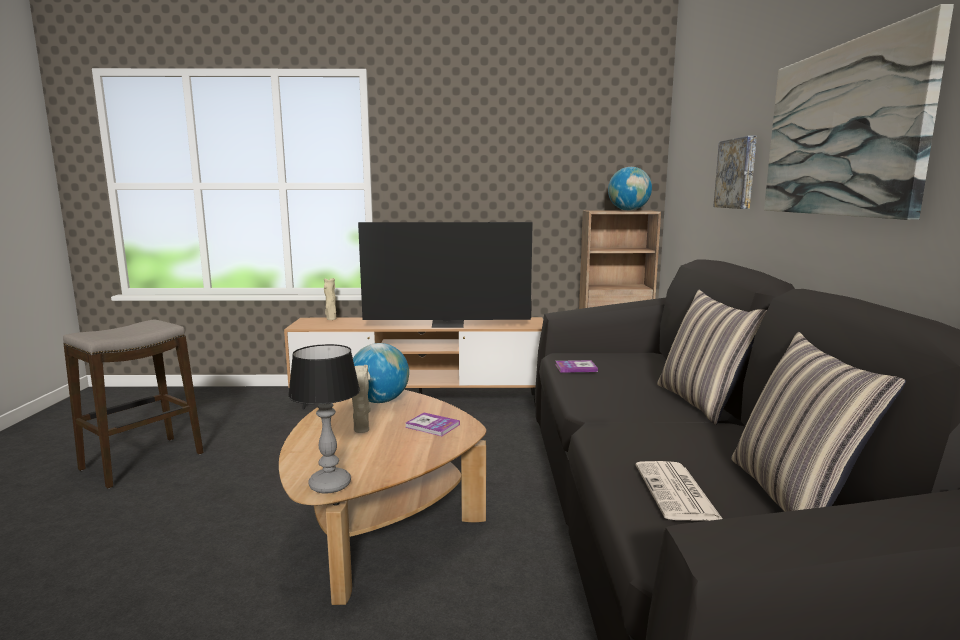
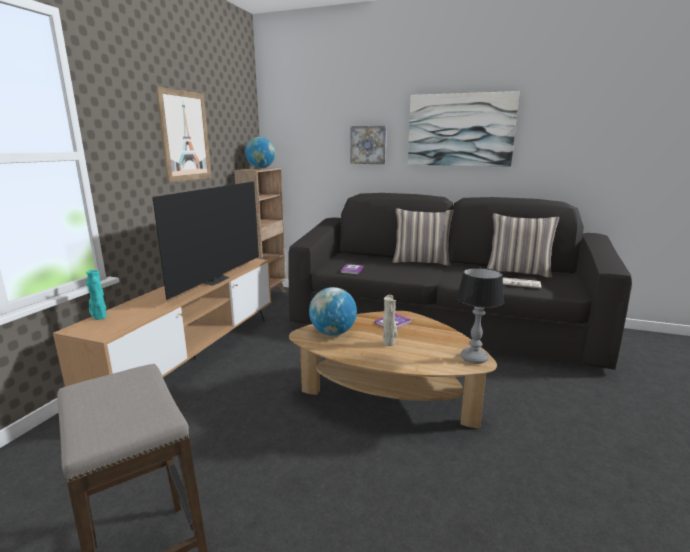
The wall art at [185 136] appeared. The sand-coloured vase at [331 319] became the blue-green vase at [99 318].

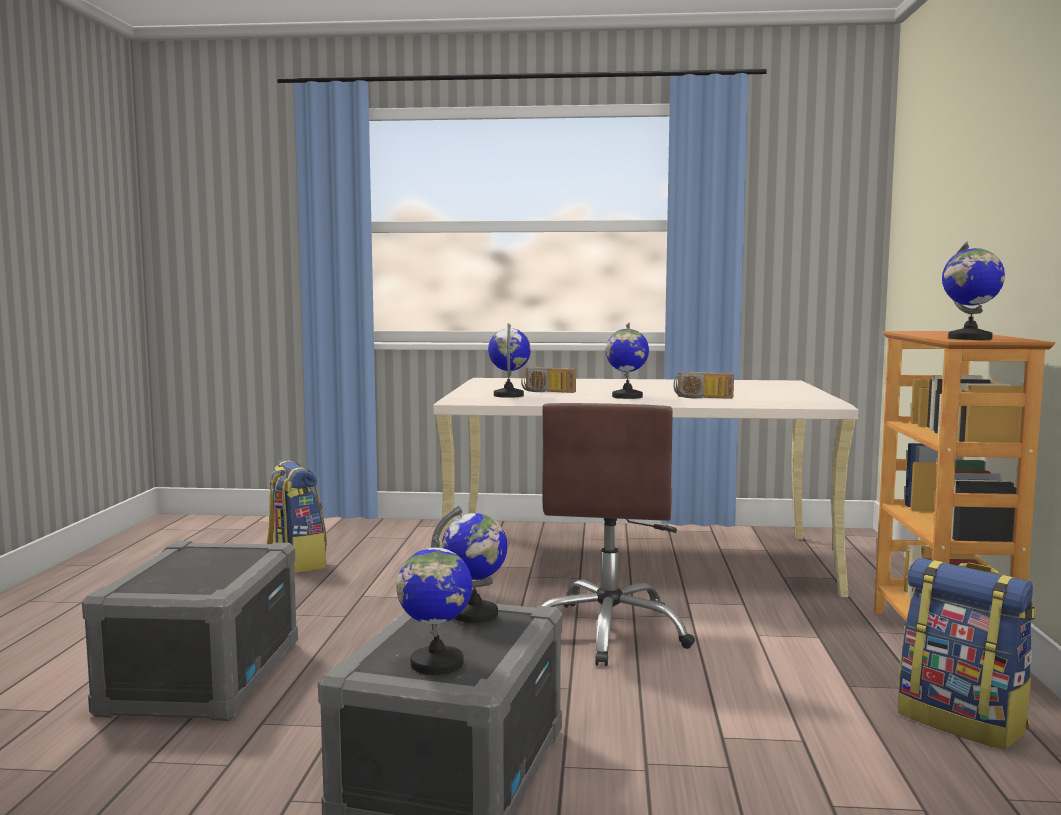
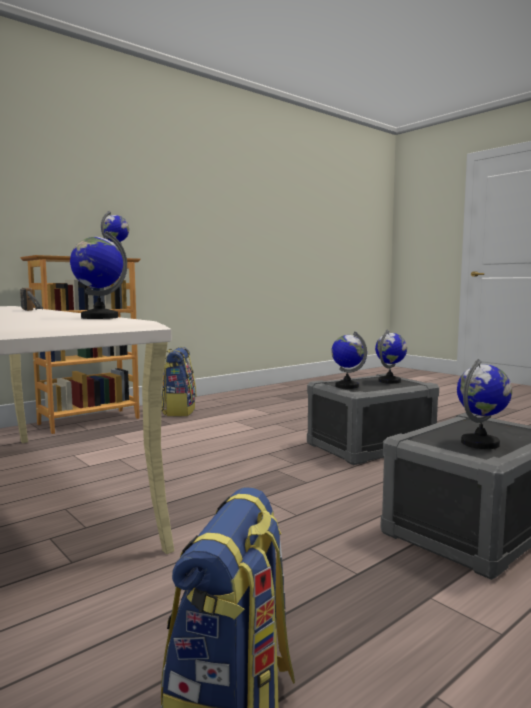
The radio at [547 391] disappeared. The brown-coloured computer chair at [609 632] disappeared. The globe moved from [627 396] to [480 443].

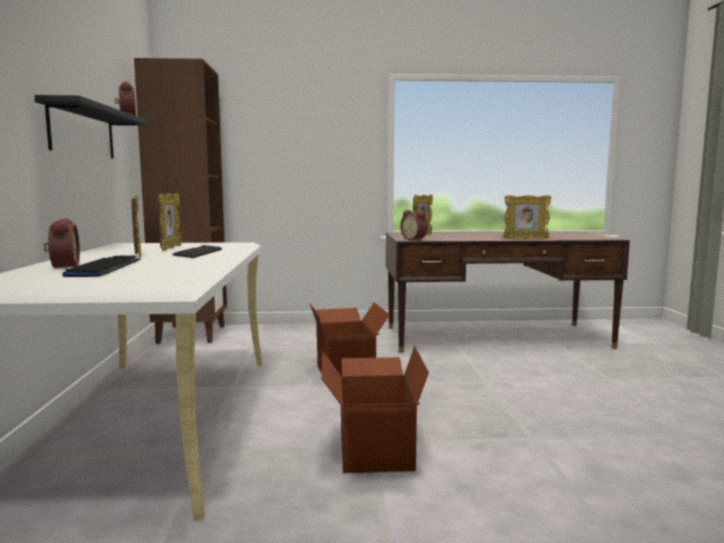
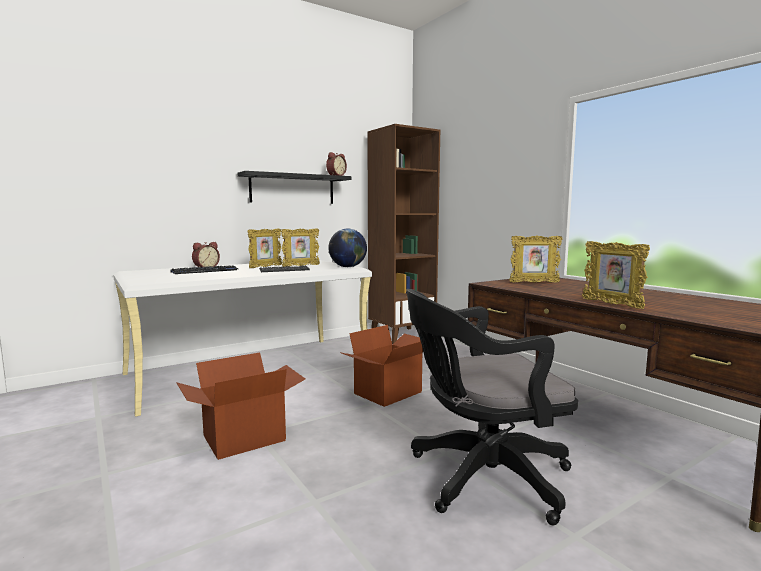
The table clock at [415 239] disappeared. The globe at [348 267] appeared. The blackish computer chair at [482 477] appeared.

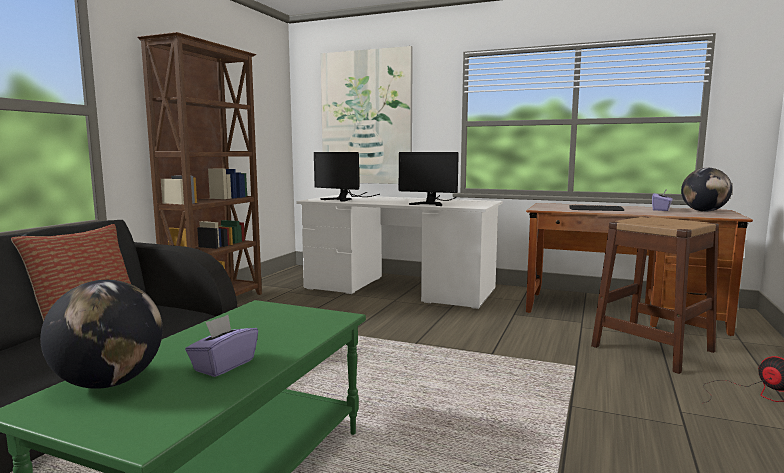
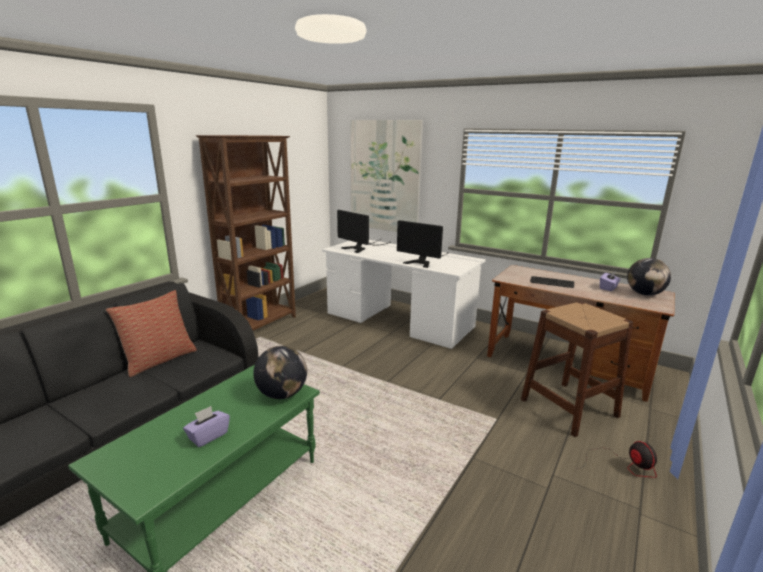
The globe moved from [109 383] to [282 394].

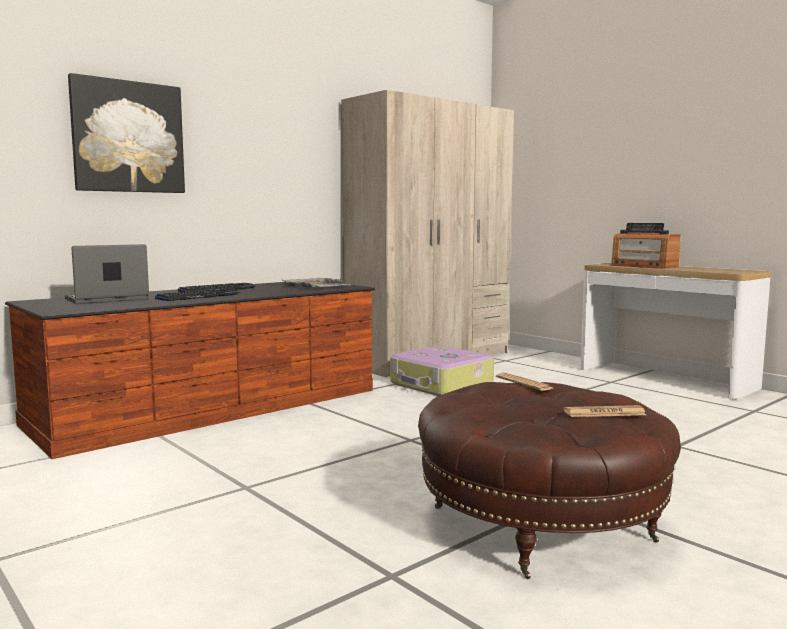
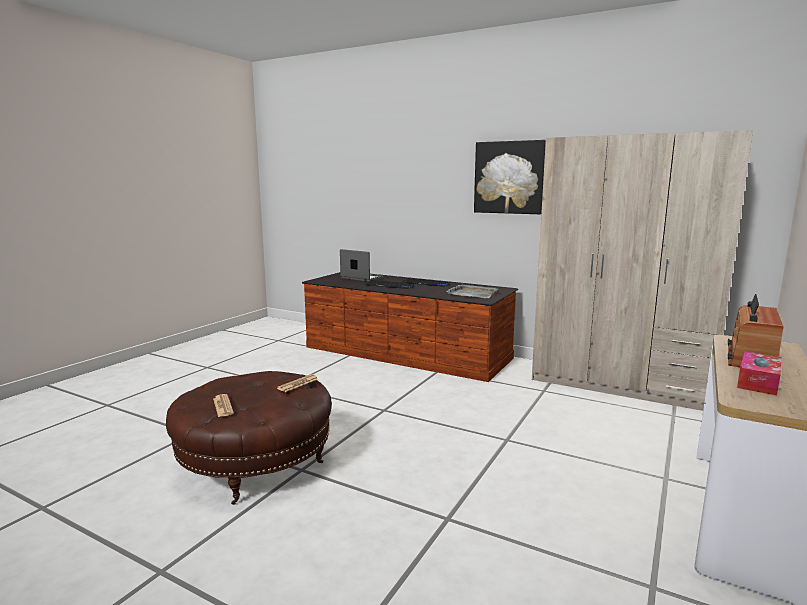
The travel case at [441 384] disappeared. The box of tissues at [758 382] appeared. The wall art moved from [128 137] to [509 177].

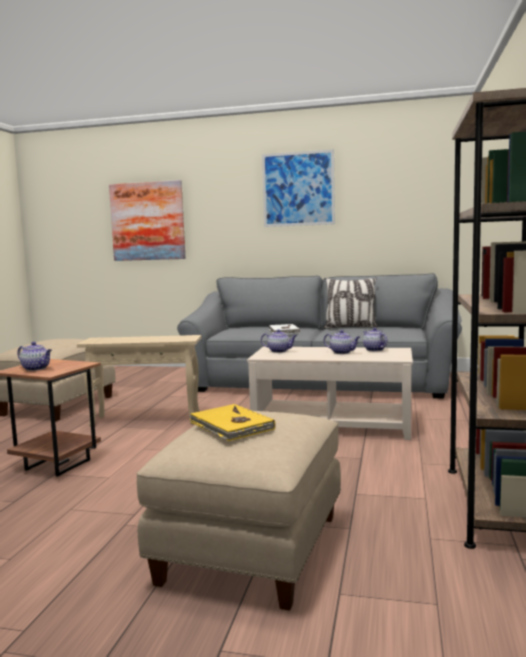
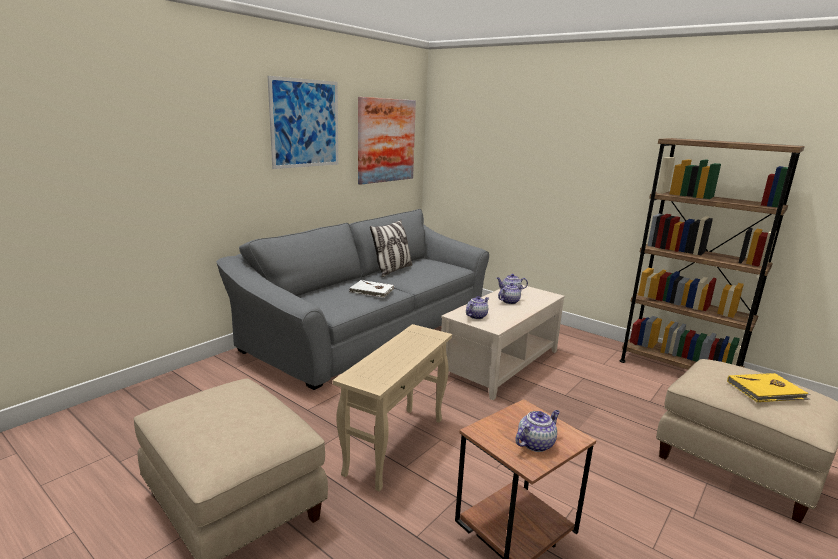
The wall art moved from [147 221] to [386 140].

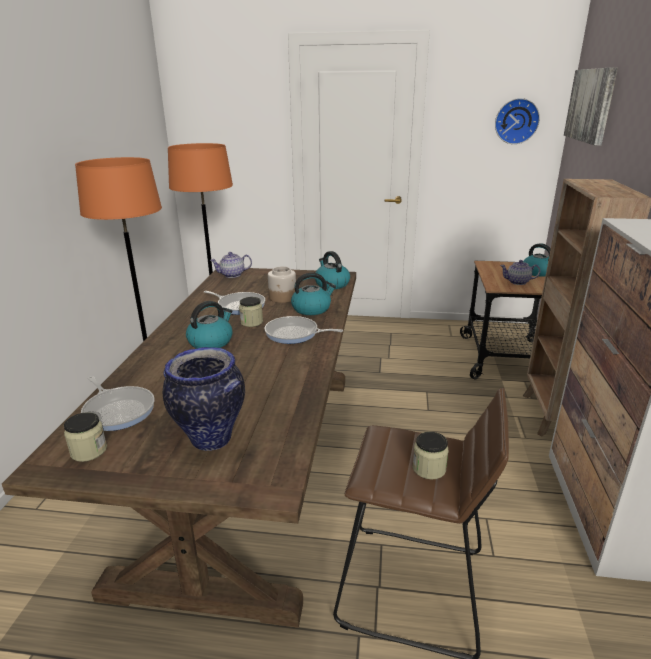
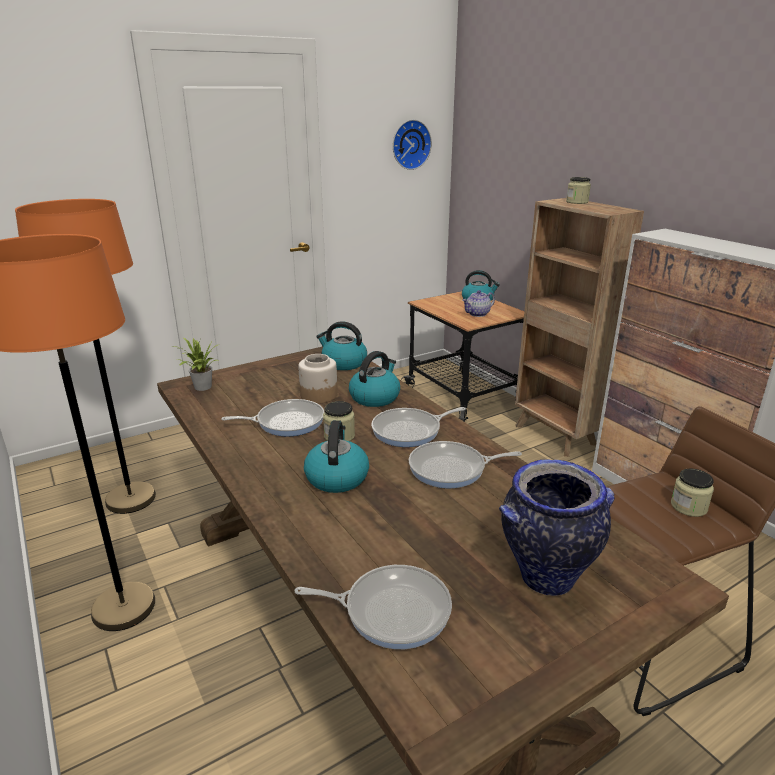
The wall art at [591 105] disappeared. The skillet at [451 469] appeared. The preserve jar moved from [89 451] to [577 202]. The pot for tea at [232 275] was replaced by the plant in a pot at [201 388].

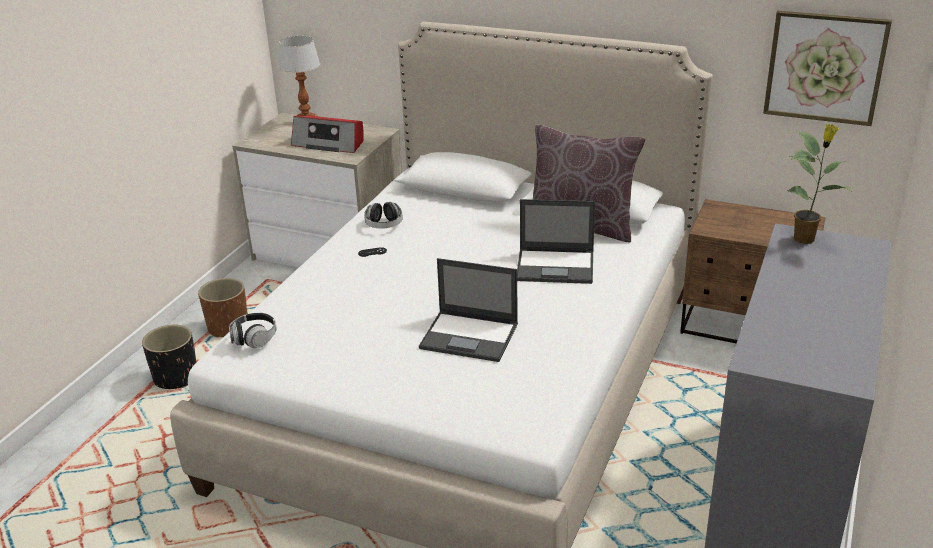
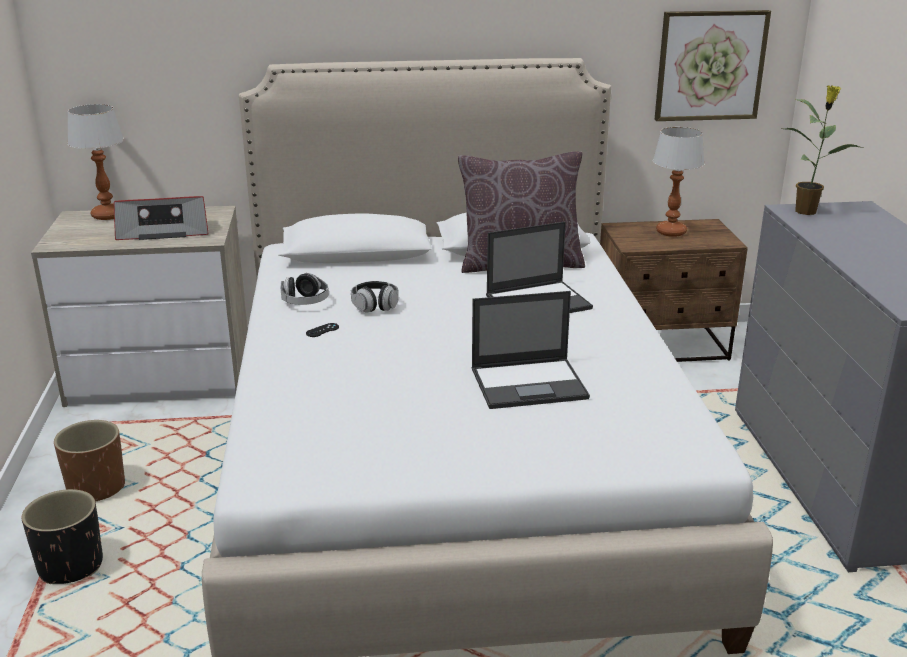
The tabletop lamp at [670 232] appeared. The pair of headphones moved from [254 338] to [375 305].

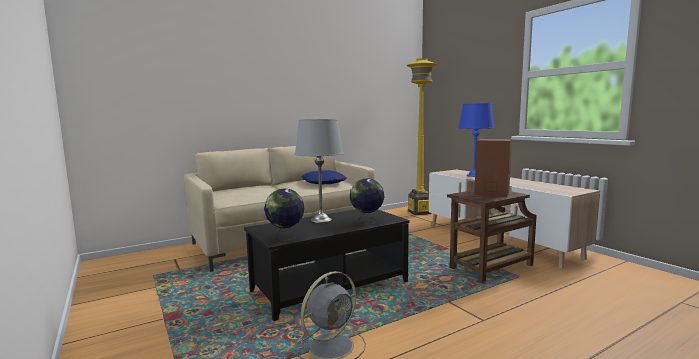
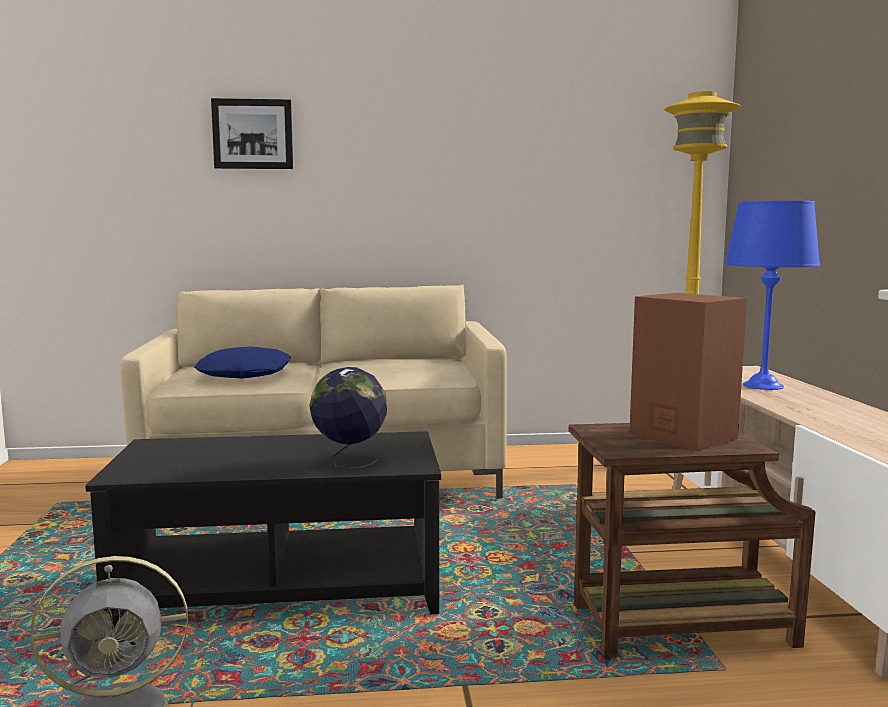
The globe at [285 237] disappeared. The gray tabletop lamp at [321 219] disappeared. The wall art at [253 134] appeared. The blue pillow moved from [324 182] to [246 374].

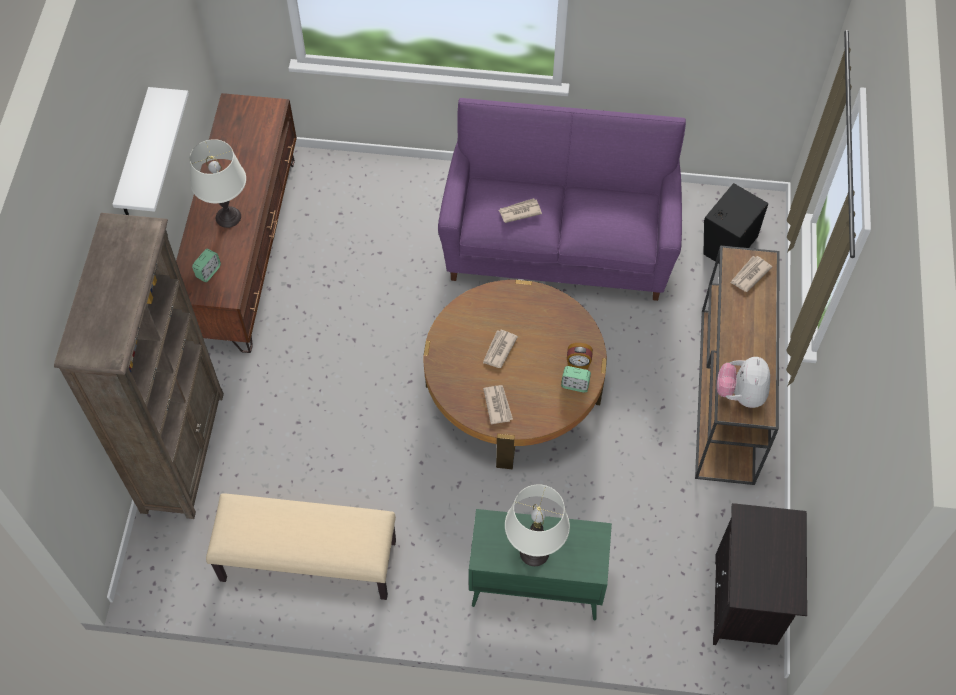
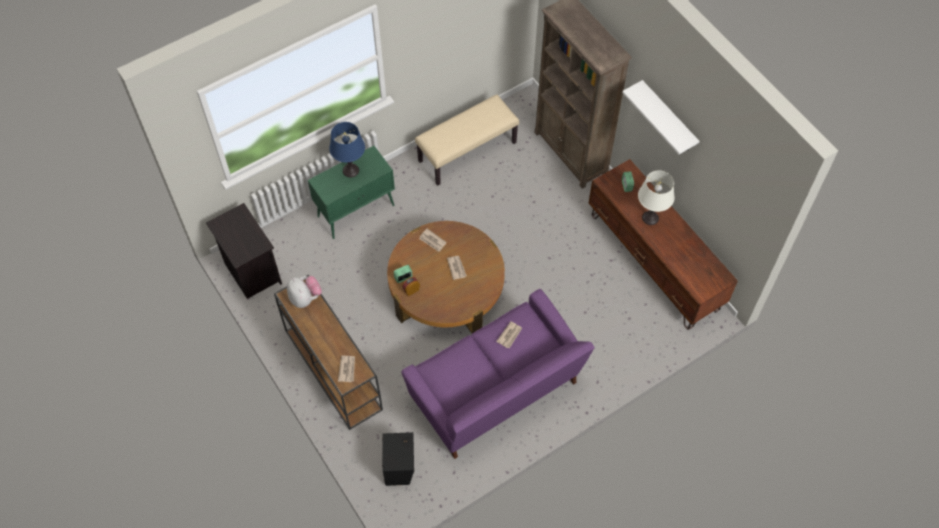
The white tabletop lamp at [534 552] became the blue tabletop lamp at [351 170].

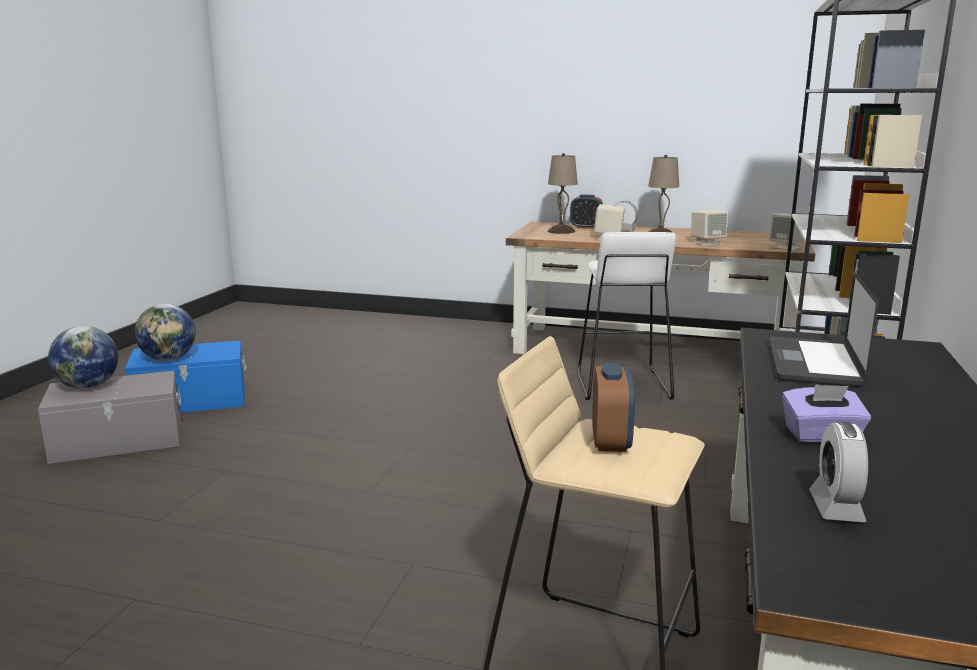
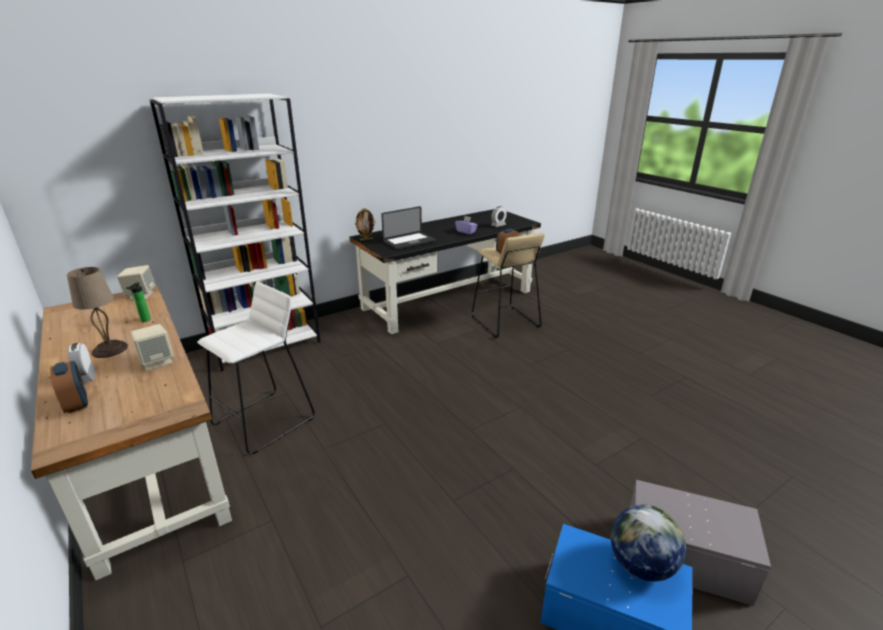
The globe at [88 387] disappeared. The sand-coloured tabletop lamp at [561 231] disappeared. The standing frame at [366 240] appeared. The sand-coloured audio speaker at [707 243] was replaced by the bottle at [144 320].

